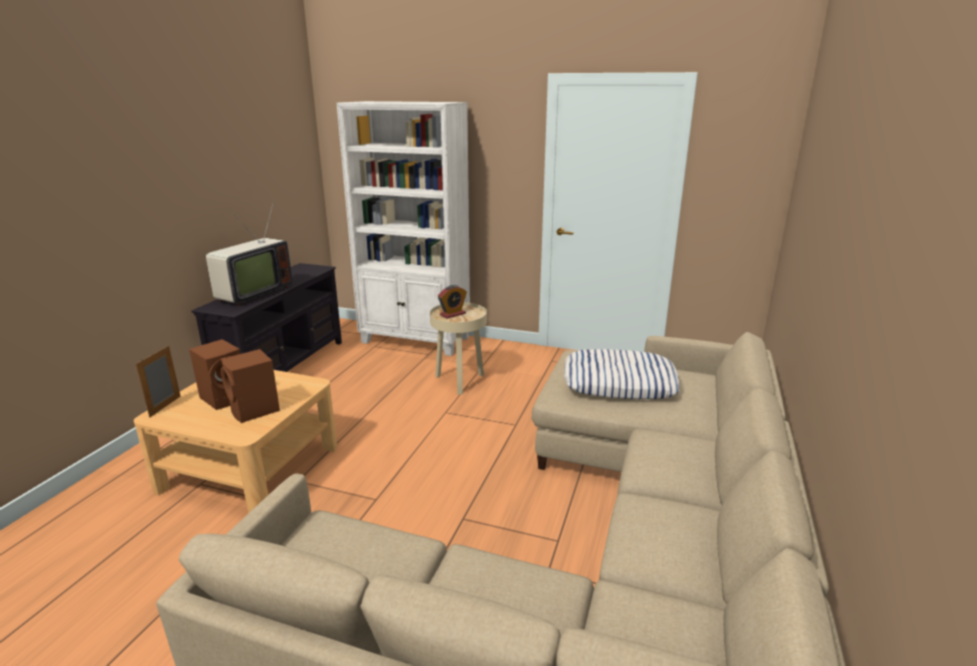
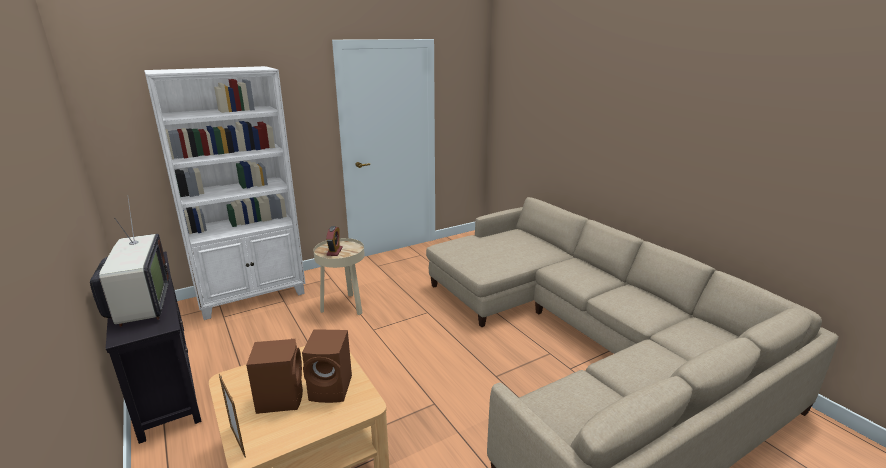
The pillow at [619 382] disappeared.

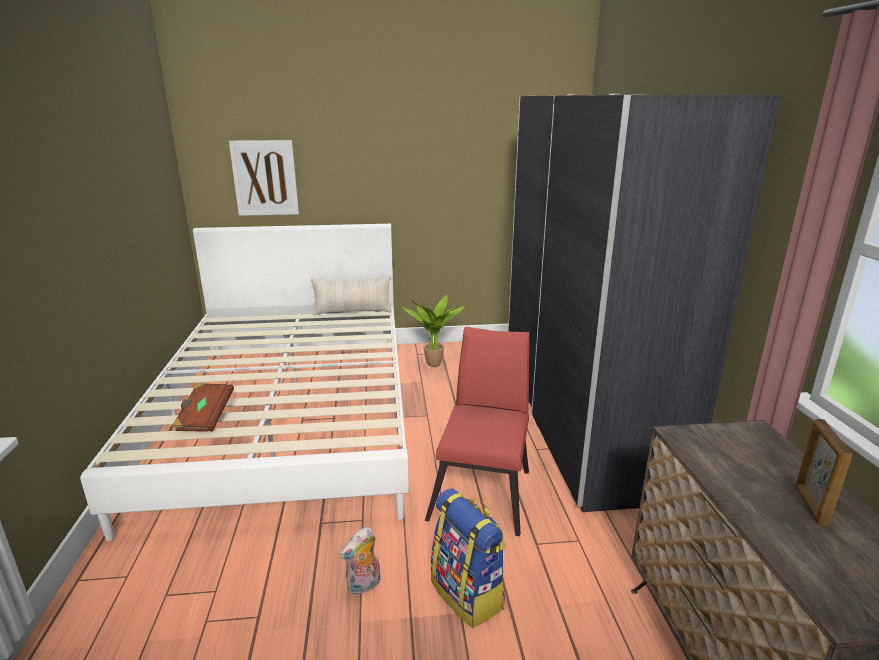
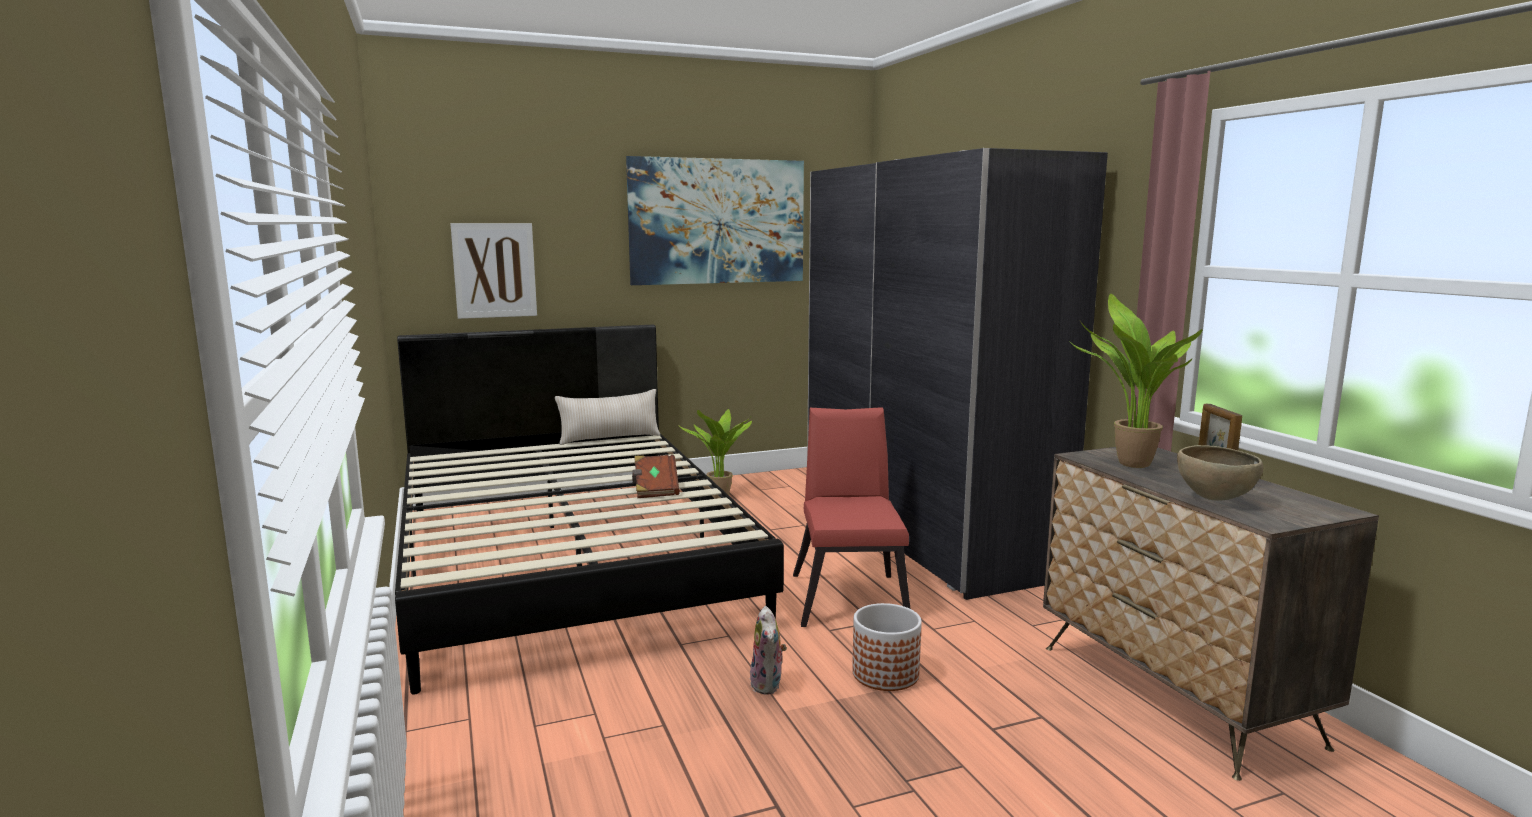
The wall art at [717 221] appeared. The plant in a pot at [1128 464] appeared. The brown-coloured deep dish at [1214 499] appeared. The brown-coloured bound book moved from [205 418] to [655 489]. The backpack at [468 594] was replaced by the planter at [886 674]. The white bed at [289 416] became the blackish bed at [568 560]. The cuddly toy at [364 586] turned 45 degrees counterclockwise.

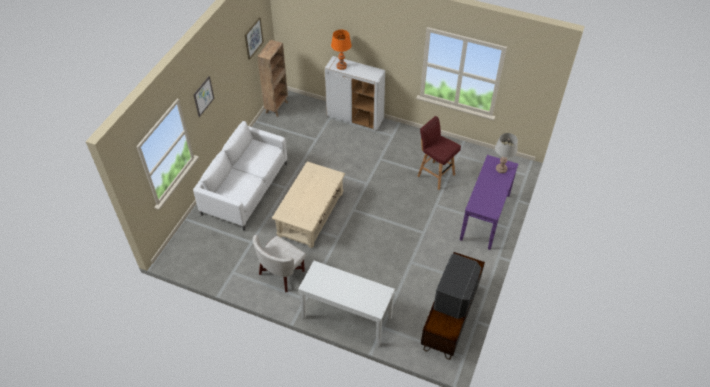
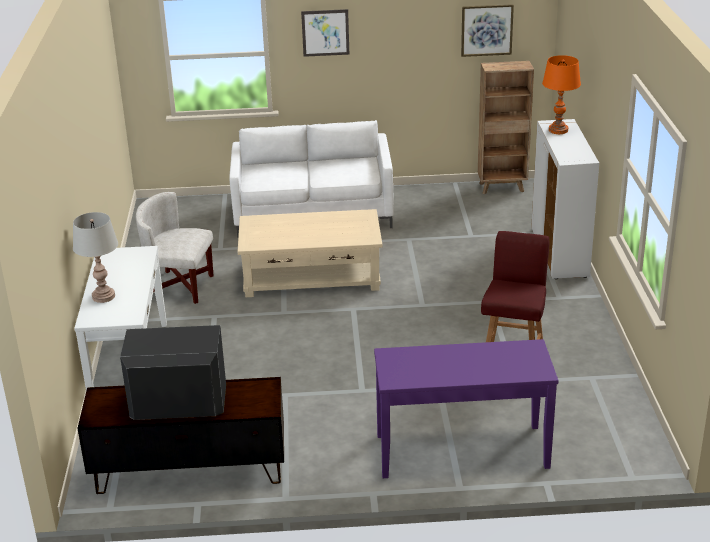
The gray tabletop lamp moved from [501 169] to [103 296].

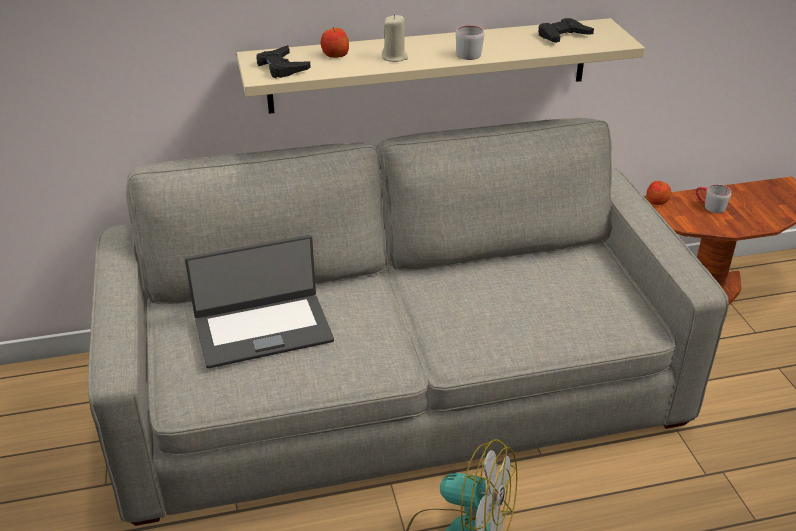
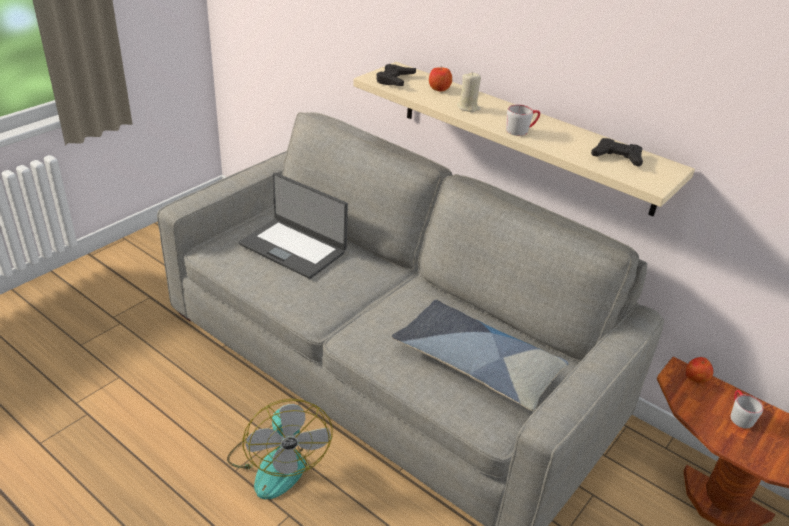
The pillow at [476 363] appeared.

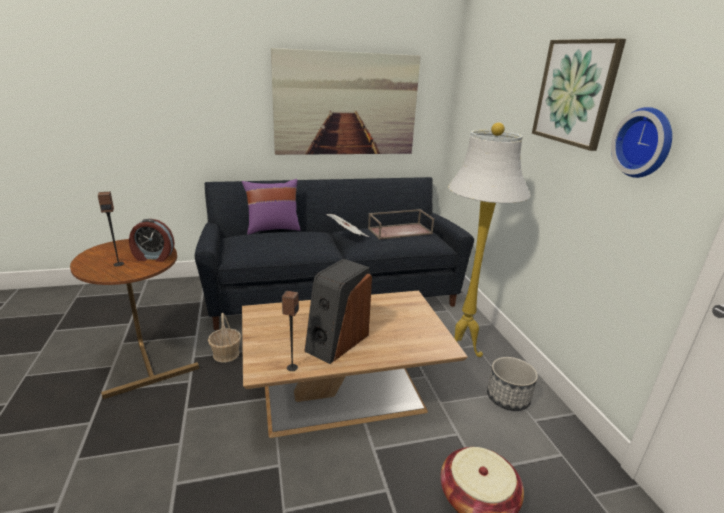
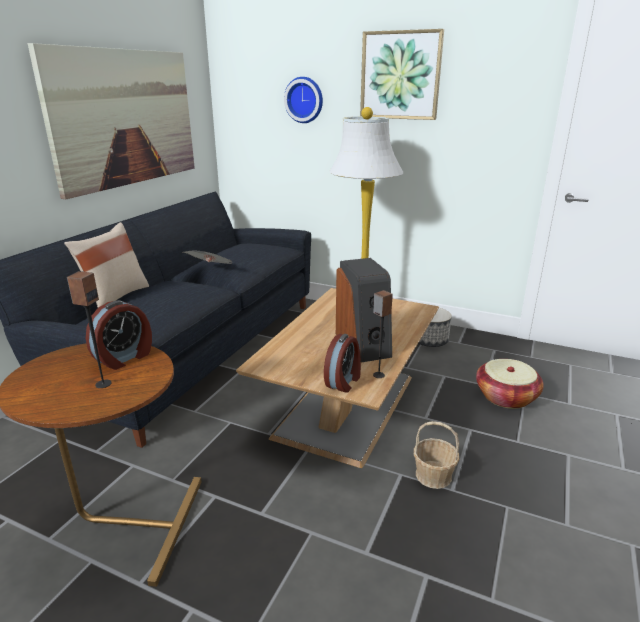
The brown-coloured tray at [400 231] disappeared. The table clock at [344 381] appeared. The basket moved from [226 354] to [433 475]. The hanging clock moved from [645 143] to [304 100]. The purple pillow at [273 229] became the sand-coloured pillow at [115 297].

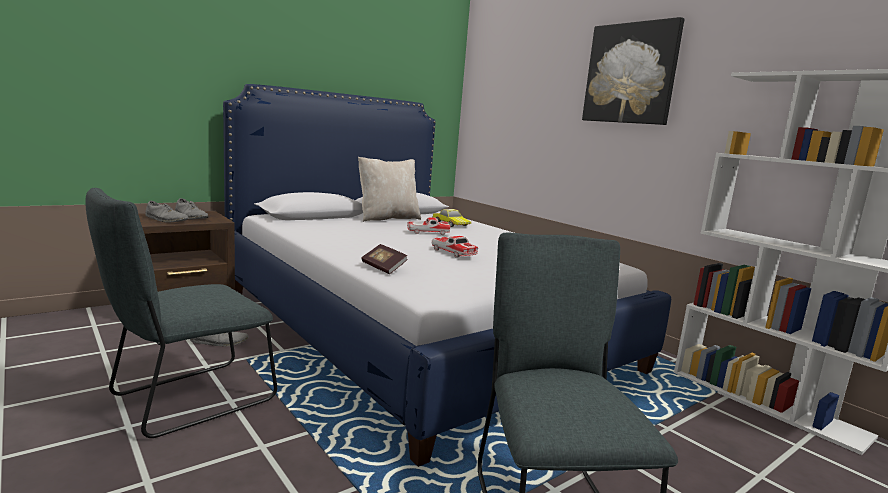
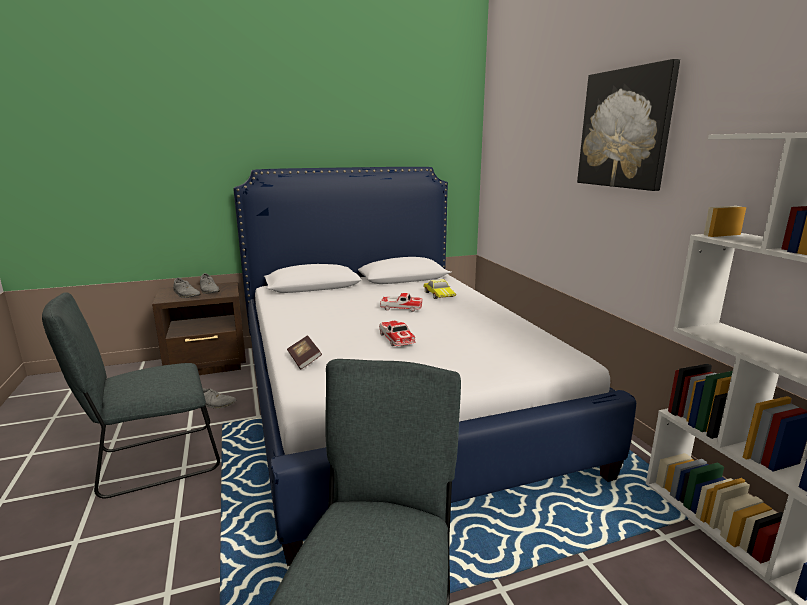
The sand-coloured pillow at [387 218] disappeared.

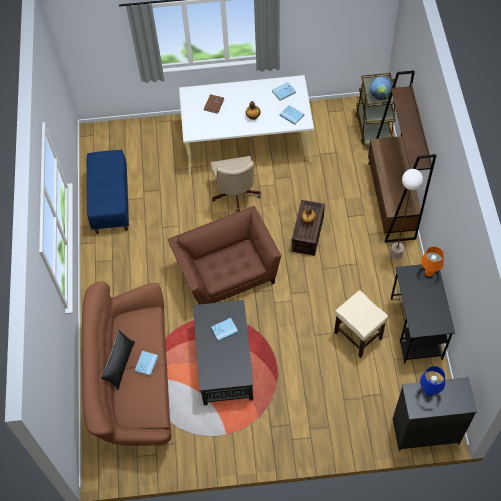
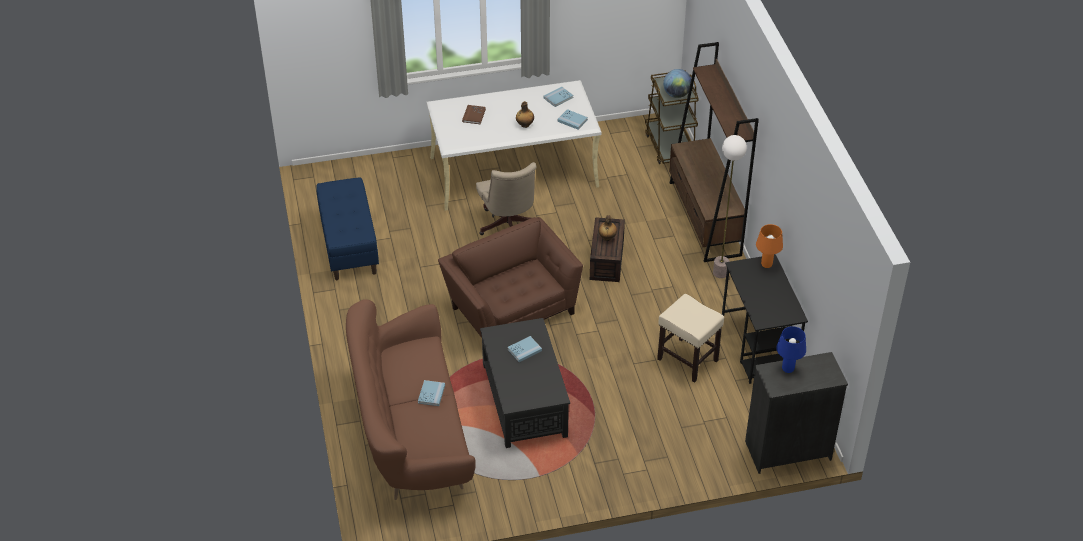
The blackish pillow at [120 364] disappeared.

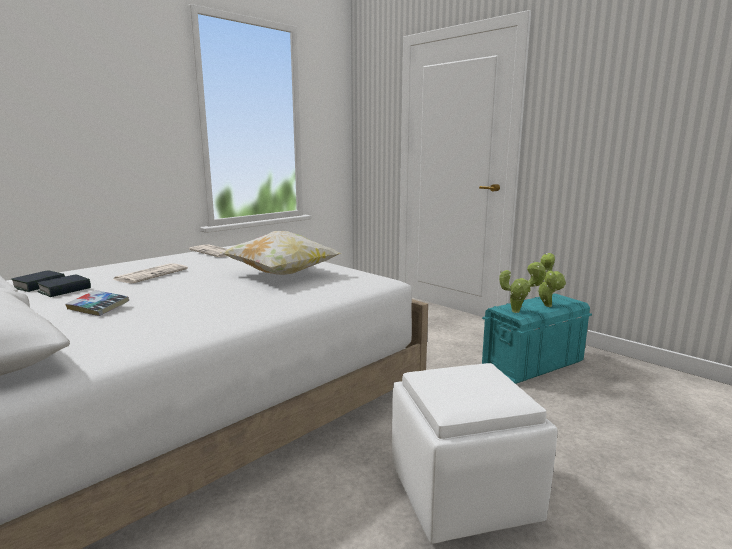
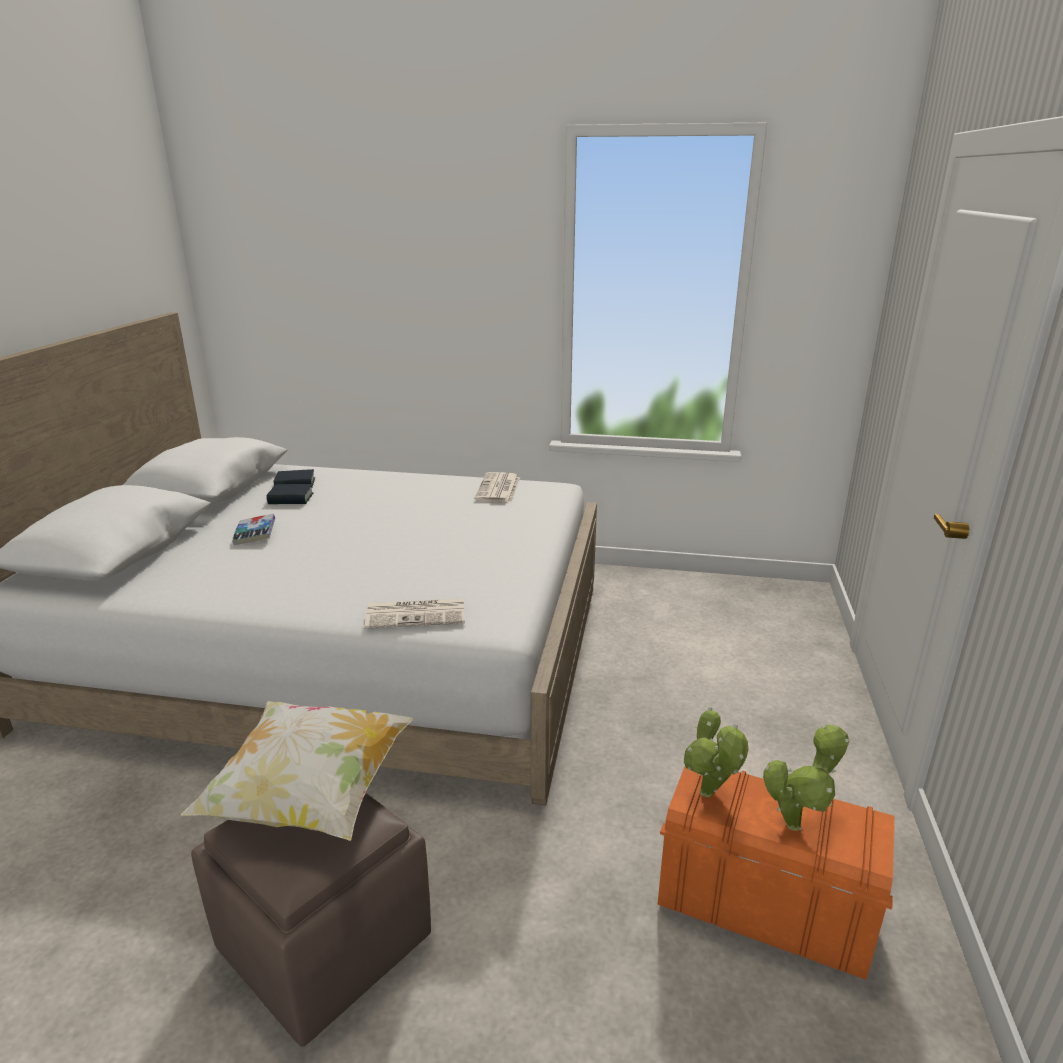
The daily paper moved from [152 274] to [417 614]. The pillow moved from [282 274] to [310 796]. The white pouffe at [462 494] became the brown-coloured pouffe at [322 943]. The blue-green storage box at [532 365] became the orange-coloured storage box at [762 907].

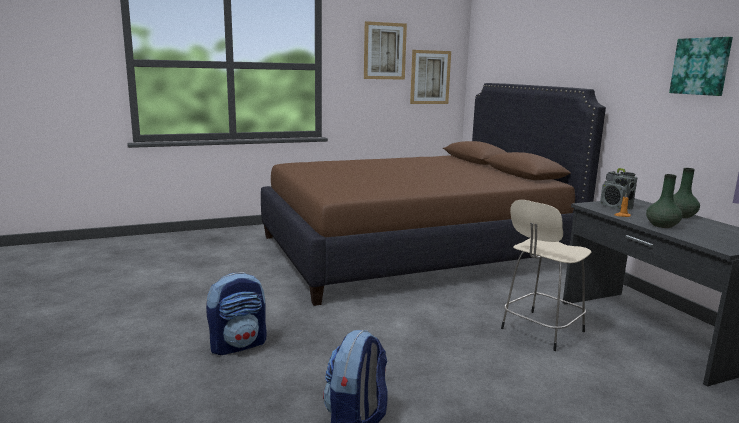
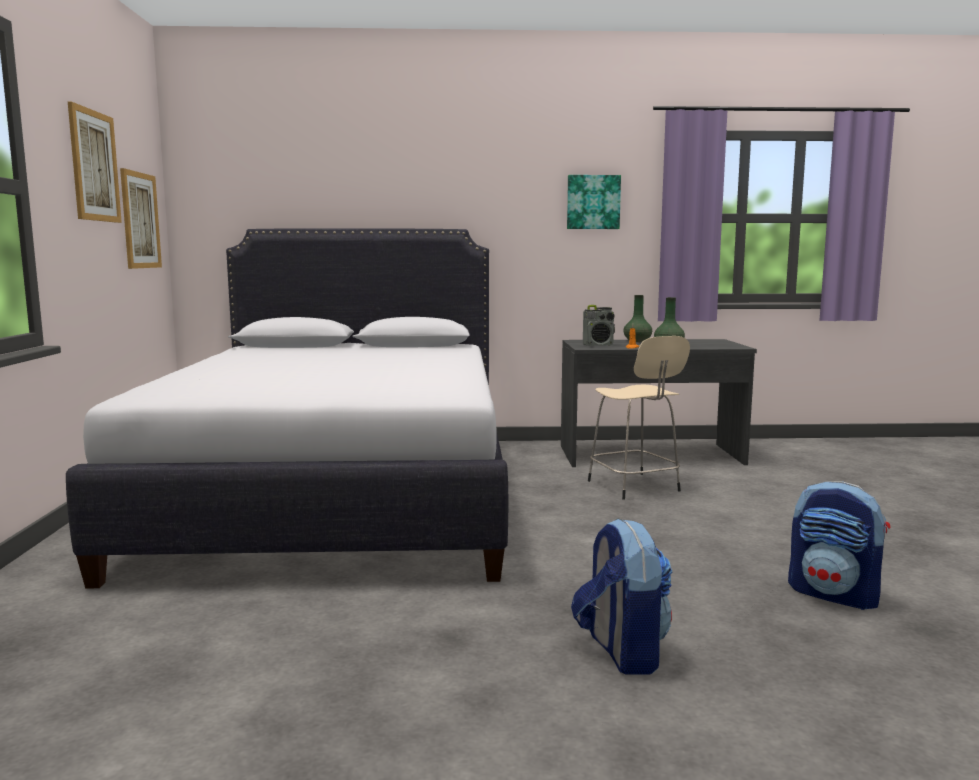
The brown-coloured bed at [412 251] became the white bed at [338 495].

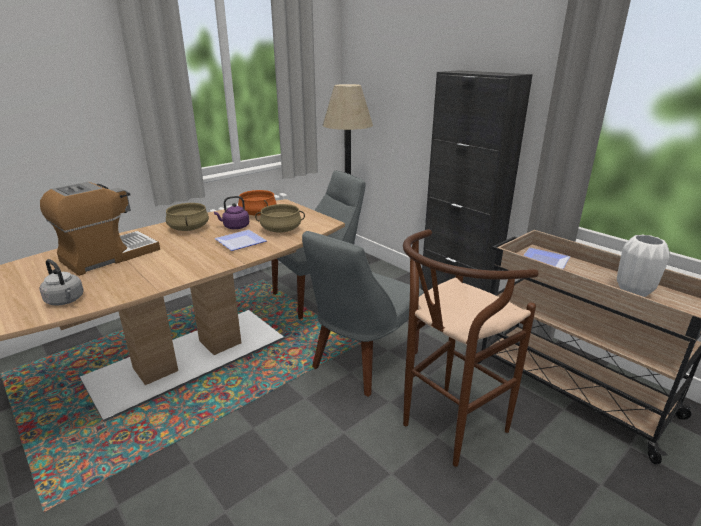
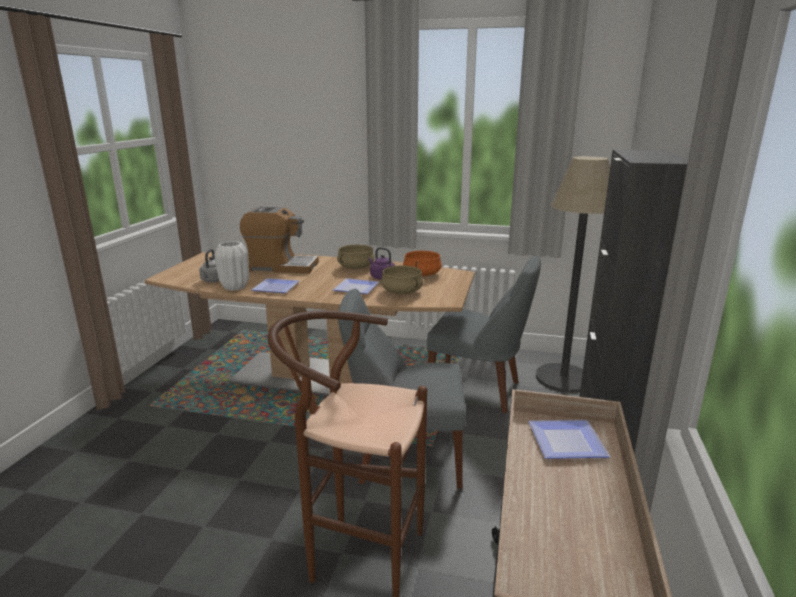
The plate at [275 287] appeared. The white vase moved from [634 291] to [235 287].

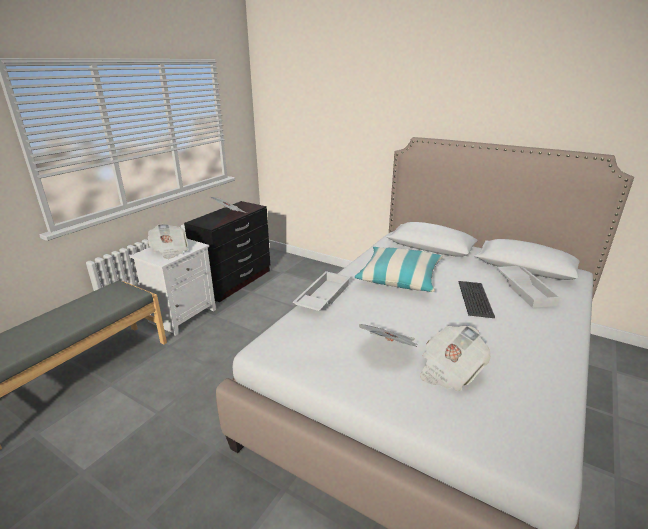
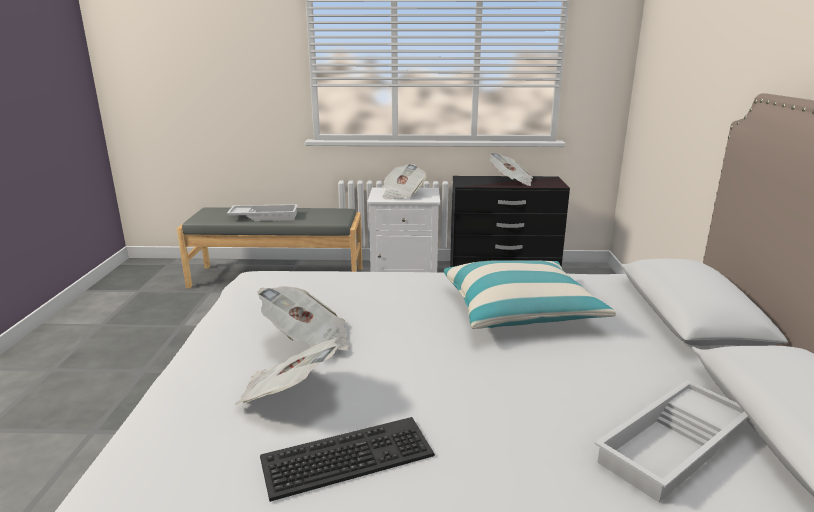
The white tray moved from [322 296] to [264 216]. The keyboard moved from [475 299] to [348 458].

